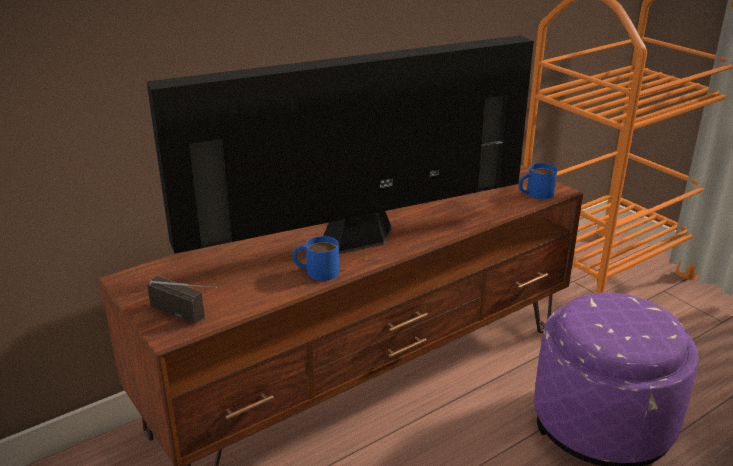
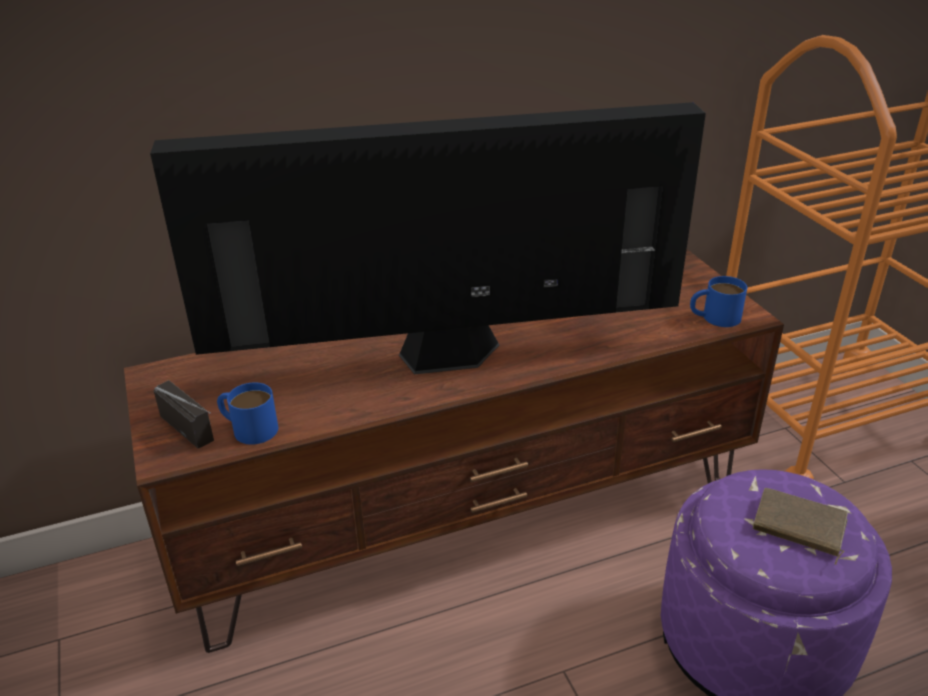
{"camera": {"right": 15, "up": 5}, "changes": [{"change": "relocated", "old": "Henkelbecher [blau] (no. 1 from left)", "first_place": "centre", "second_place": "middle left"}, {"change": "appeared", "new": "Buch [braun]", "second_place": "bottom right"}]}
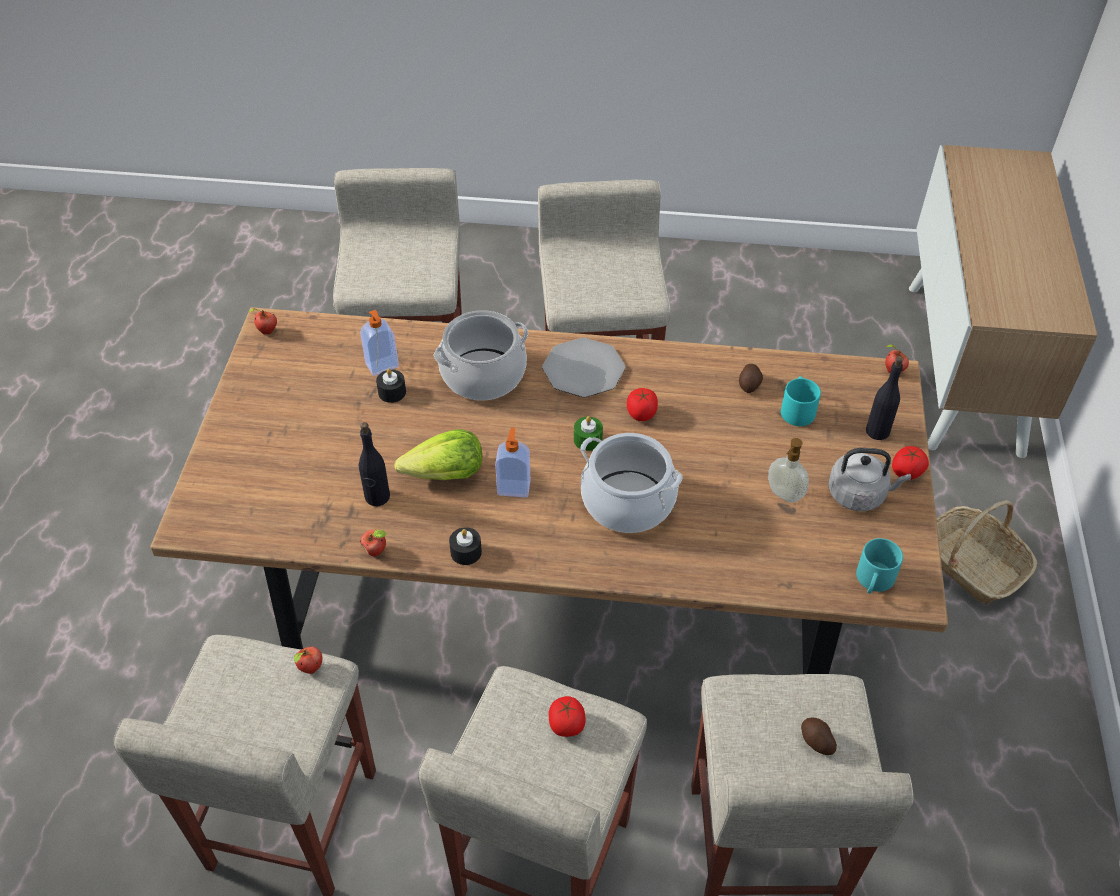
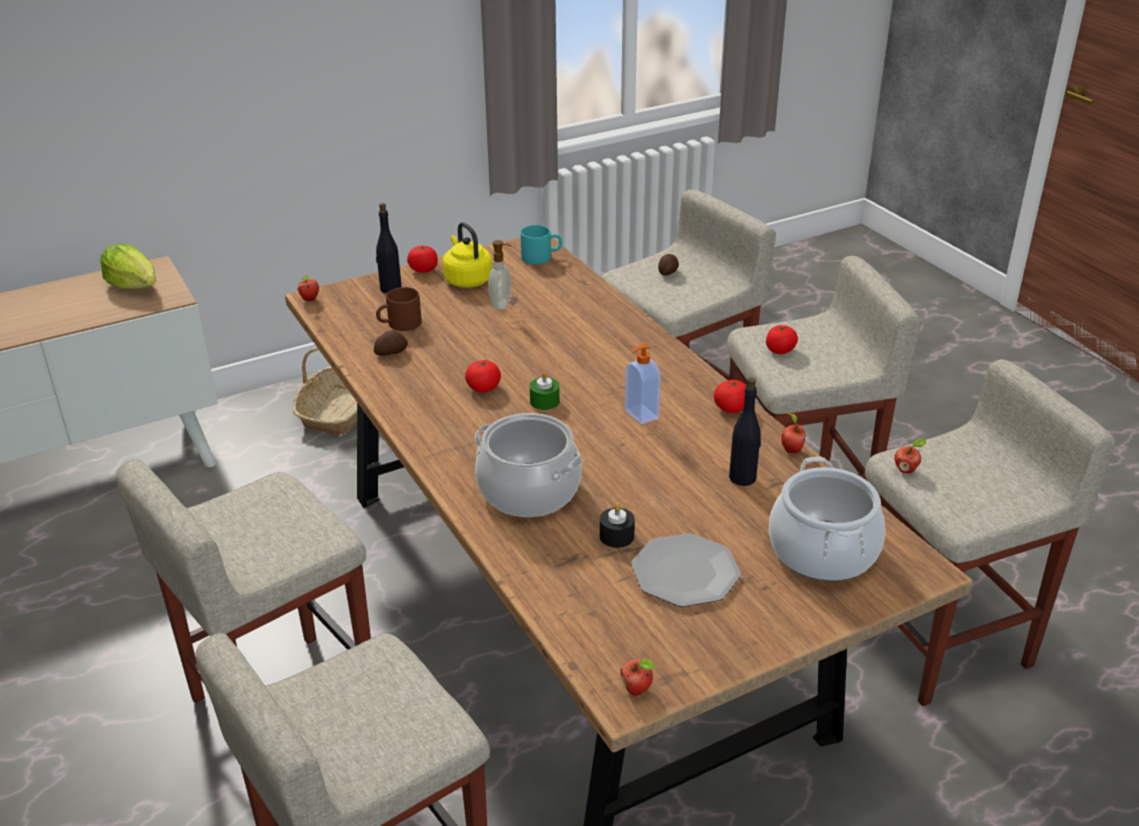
{"camera": {"right": -125, "up": -15}, "changes": [{"change": "relocated", "old": "Salatkopf", "first_place": "centre", "second_place": "top left"}, {"change": "colour", "old": "Henkelbecher [türkis] (no. 1 from left)", "new": "Henkelbecher [braun]", "first_place": "middle right", "second_place": "centre"}, {"change": "colour", "old": "Wasserkessel [grau]", "new": "Wasserkessel [gelb]", "first_place": "middle right", "second_place": "top centre"}, {"change": "relocated", "old": "Teller", "first_place": "centre", "second_place": "bottom centre"}, {"change": "exchanged", "old": "Kerze [schwarz] (no. 2 from left)", "new": "Tomate (no. 3 from left)", "first_place": "centre", "second_place": "centre"}, {"change": "relocated", "old": "Kochtopf (no. 2 from left)", "first_place": "centre", "second_place": "middle right"}, {"change": "missing", "old": "Seifenspender (no. 1 from left)", "first_place": "centre"}]}
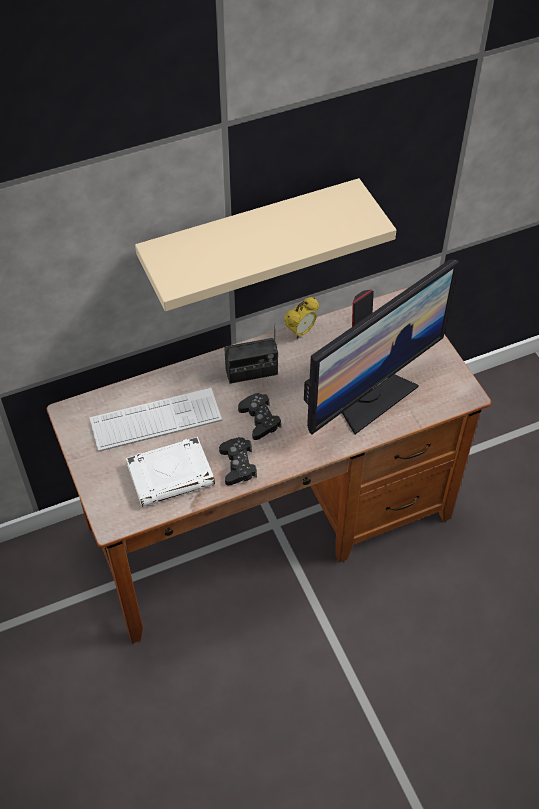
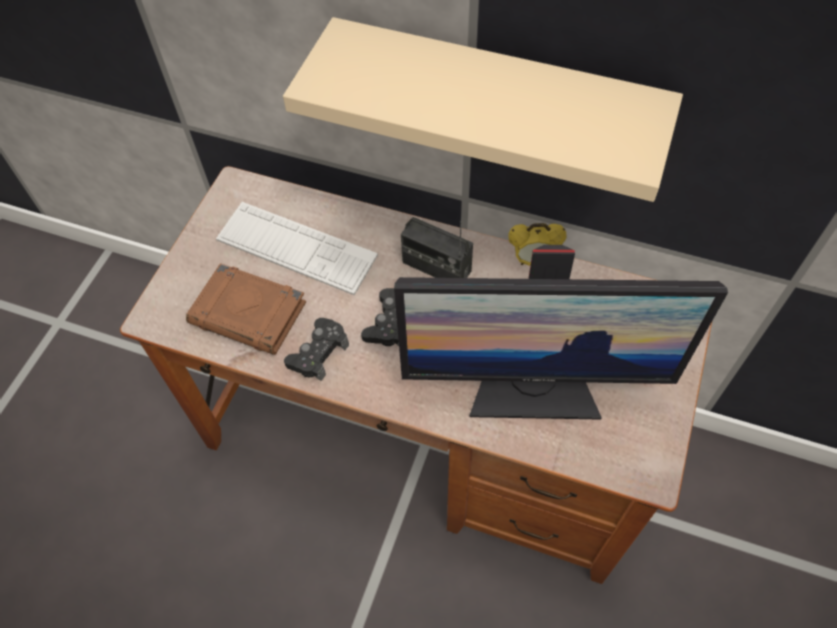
{"camera": {"right": 45, "up": 5}, "changes": [{"change": "colour", "old": "Buch [weiß]", "new": "Buch [braun]", "first_place": "middle left", "second_place": "middle left"}]}
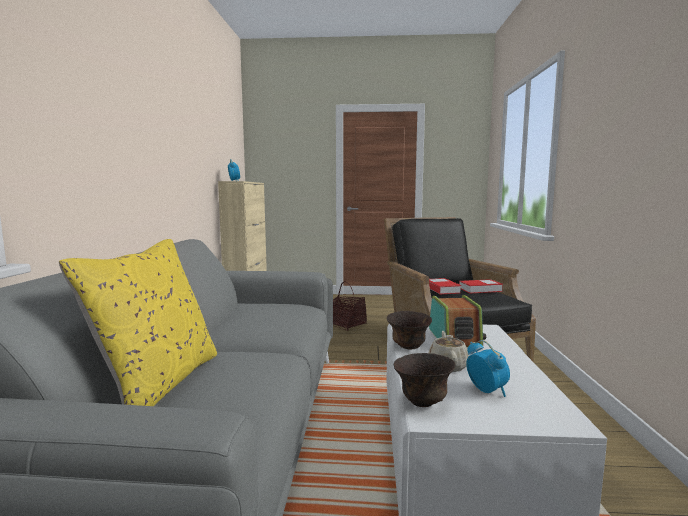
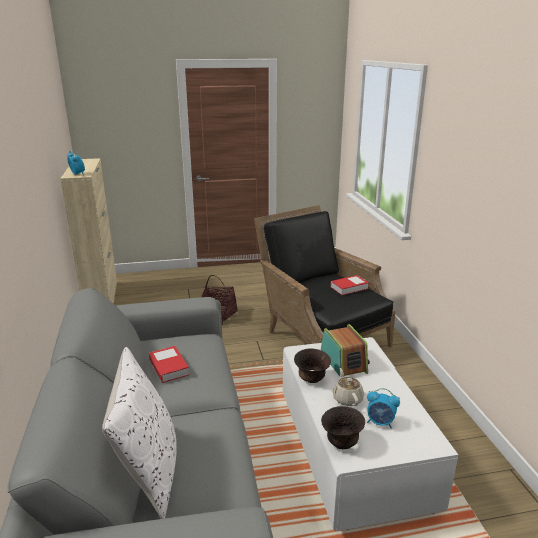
{"camera": {"right": -15, "up": 15}, "changes": [{"change": "colour", "old": "Kissen [gelb]", "new": "Kissen [weiß]", "first_place": "middle left", "second_place": "bottom left"}, {"change": "relocated", "old": "Buch (no. 1 from left)", "first_place": "centre", "second_place": "bottom left"}, {"change": "spun", "old": "Wecker (no. 2 from left)", "first_place": "bottom right", "second_place": "bottom right", "degrees": 150}]}
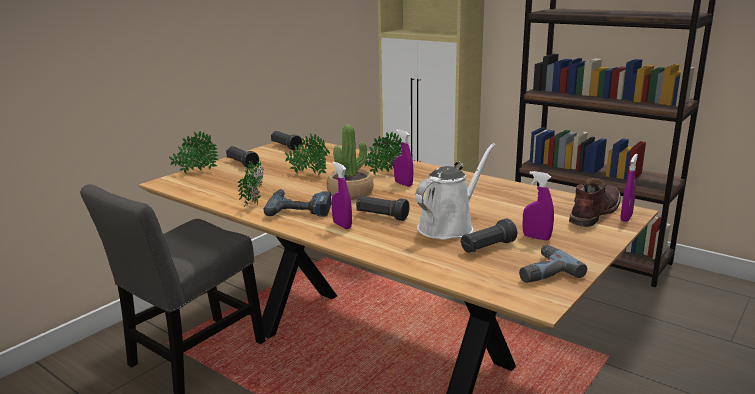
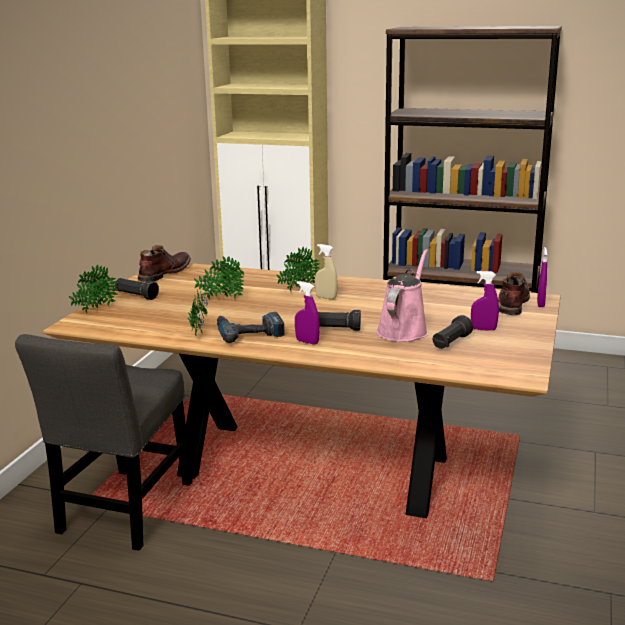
{"camera": {"right": -20, "up": 0}, "changes": [{"change": "exchanged", "old": "Taschenlampe [schwarz] (no. 2 from left)", "new": "Stiefel [braun] (no. 1 from left)", "first_place": "centre", "second_place": "middle left"}, {"change": "colour", "old": "Sprühflasche [lila] (no. 2 from left)", "new": "Sprühflasche [beige]", "first_place": "centre", "second_place": "centre"}, {"change": "colour", "old": "Gießkanne [weiß]", "new": "Gießkanne [rosa]", "first_place": "centre", "second_place": "centre"}, {"change": "missing", "old": "Topfpflanze (no. 4 from left)", "first_place": "centre"}, {"change": "missing", "old": "Bohrmaschine (no. 2 from left)", "first_place": "bottom right"}]}
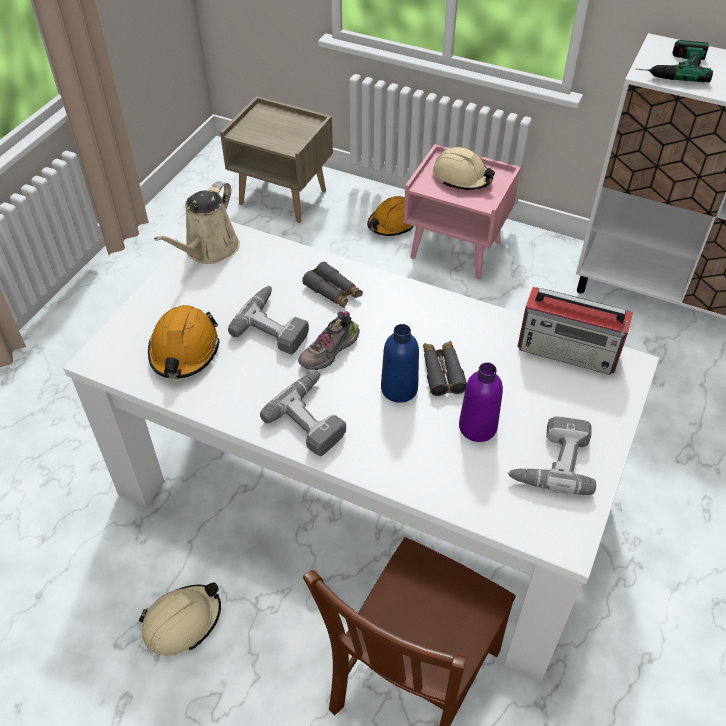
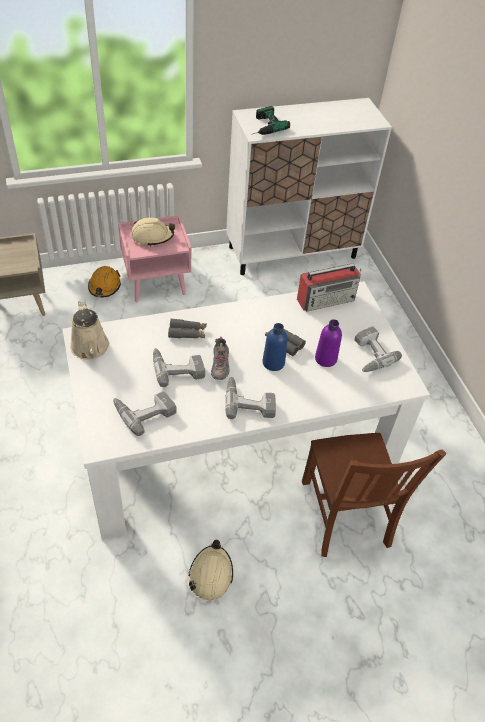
{"camera": {"right": -45, "up": 0}, "changes": [{"change": "exchanged", "old": "Schutzhelm [orange] (no. 1 from left)", "new": "Bohrmaschine (no. 1 from left)", "first_place": "middle left", "second_place": "middle left"}]}
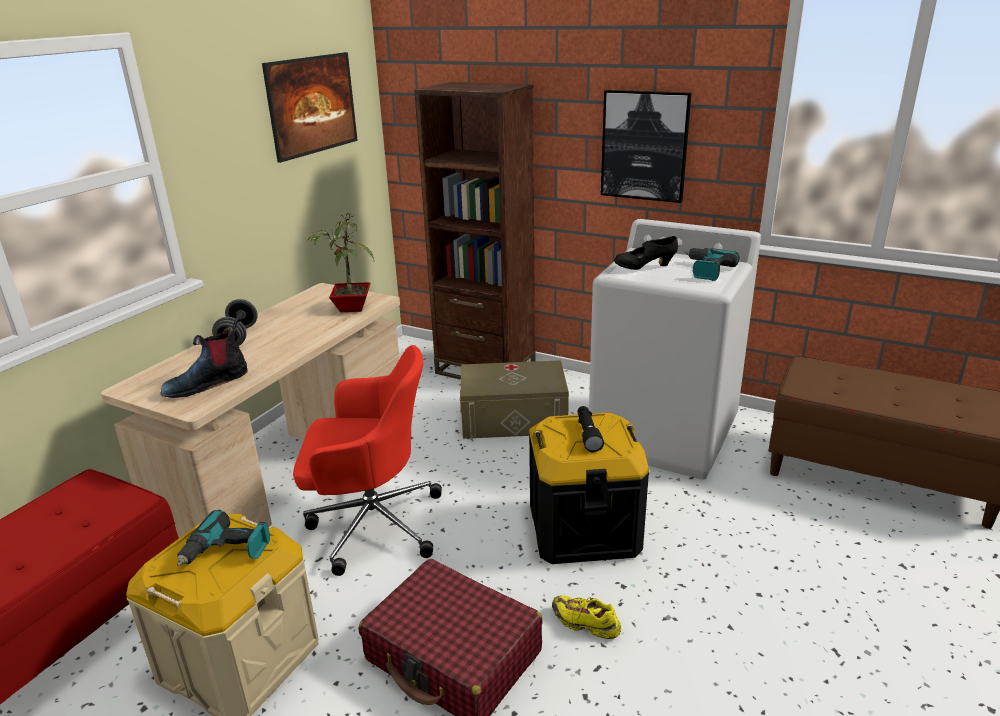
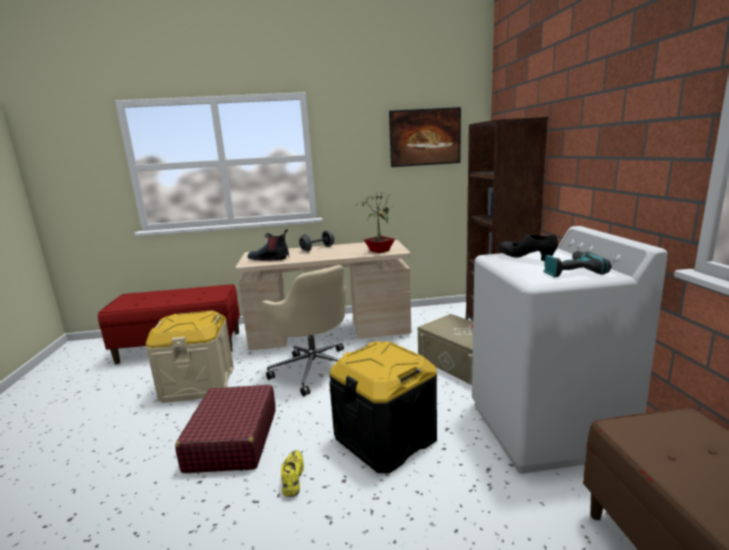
{"camera": {"right": 55, "up": -10}, "changes": [{"change": "colour", "old": "Bürostuhl [rot]", "new": "Bürostuhl [beige]", "first_place": "centre", "second_place": "centre"}, {"change": "missing", "old": "Bohrmaschine (no. 1 from left)", "first_place": "bottom left"}, {"change": "missing", "old": "Taschenlampe [schwarz]", "first_place": "centre"}, {"change": "missing", "old": "Bild (no. 2 from left)", "first_place": "top centre"}]}
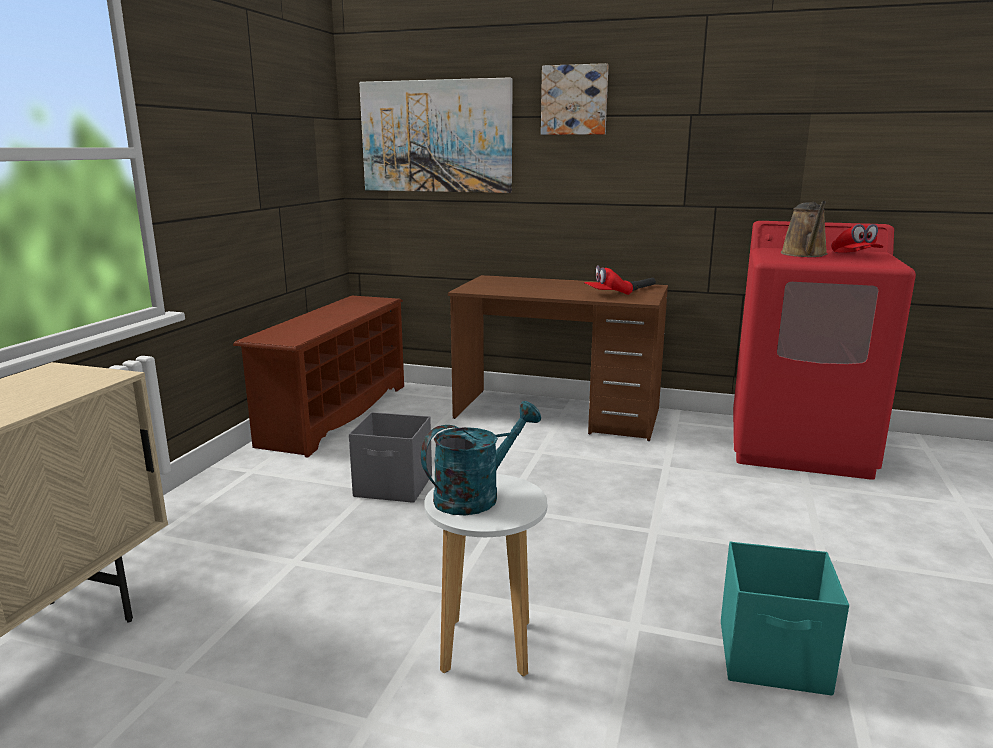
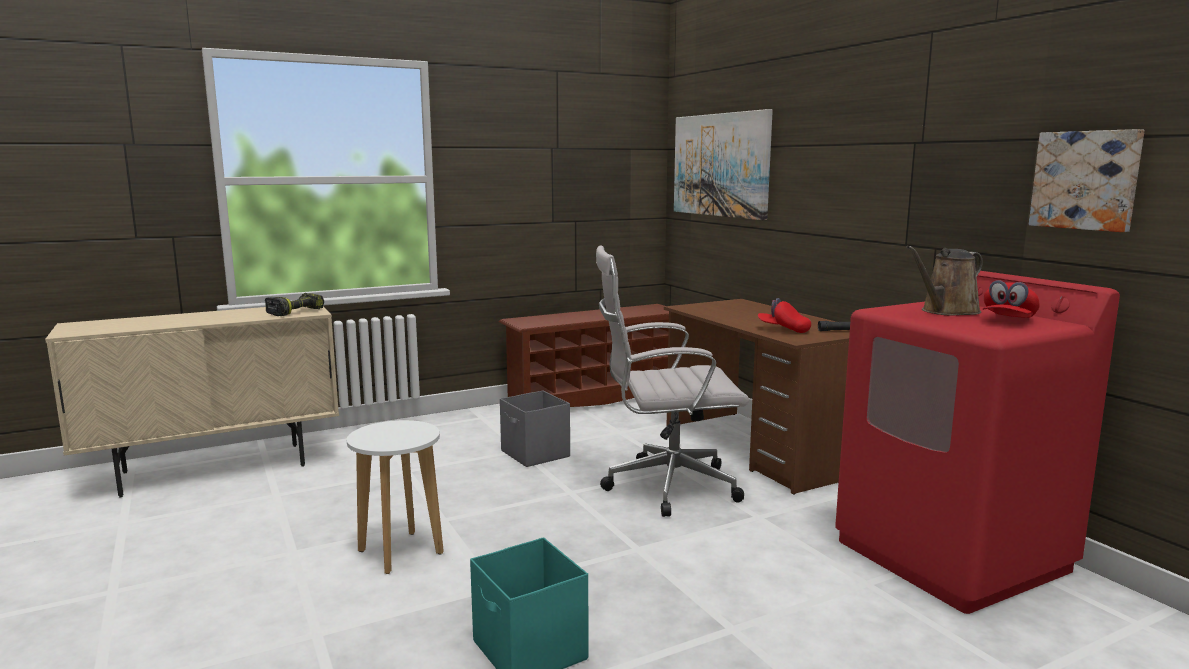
{"camera": {"right": 45, "up": -5}, "changes": [{"change": "appeared", "new": "Bohrmaschine", "second_place": "middle left"}, {"change": "appeared", "new": "Bürostuhl [weiß]", "second_place": "centre"}, {"change": "relocated", "old": "Bild (no. 2 from left)", "first_place": "top centre", "second_place": "top right"}, {"change": "missing", "old": "Gießkanne [türkis]", "first_place": "centre"}]}
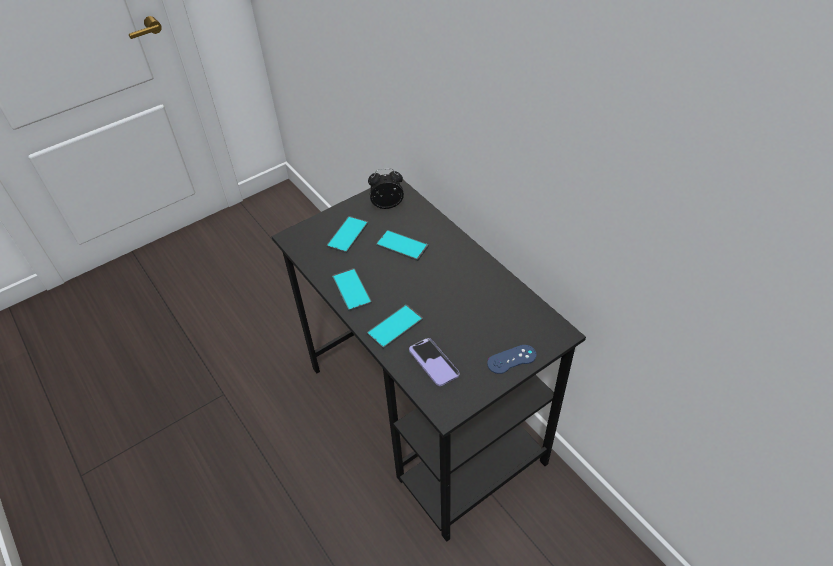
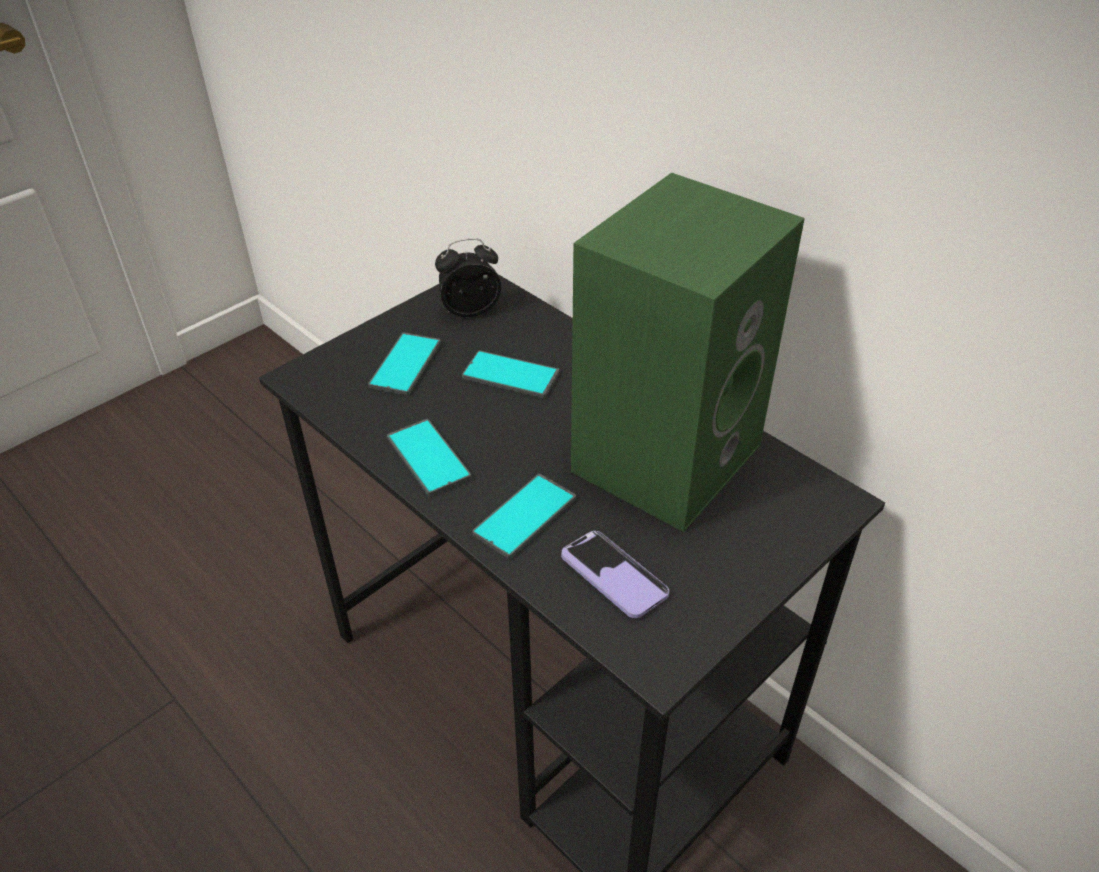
{"camera": {"right": -10, "up": -5}, "changes": [{"change": "appeared", "new": "Lautsprecher [grün]", "second_place": "centre"}, {"change": "missing", "old": "Gamepad [blau]", "first_place": "centre"}]}
